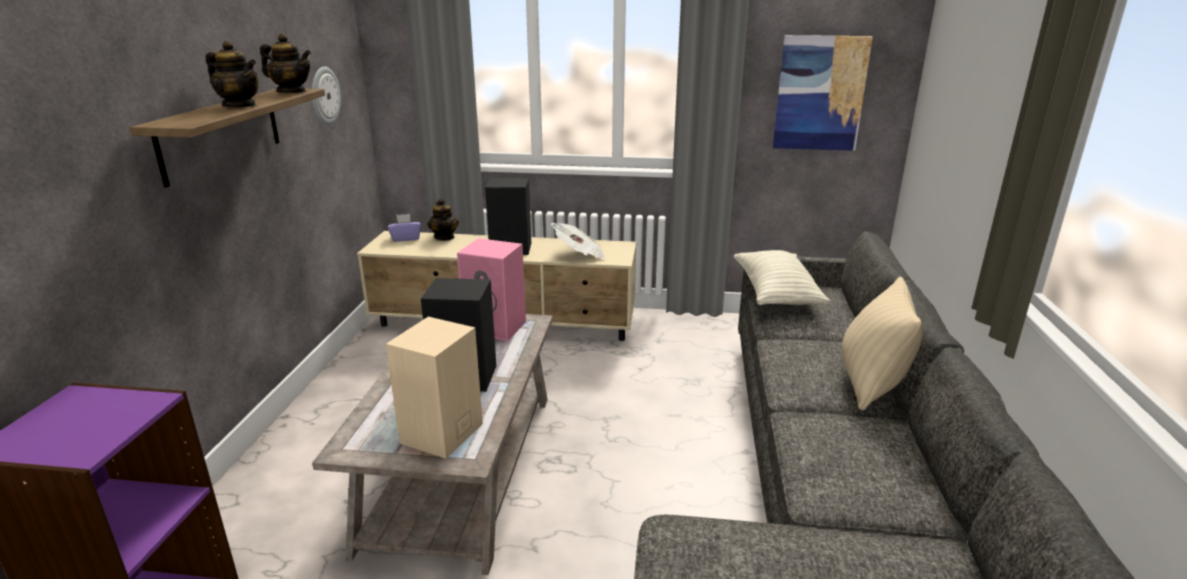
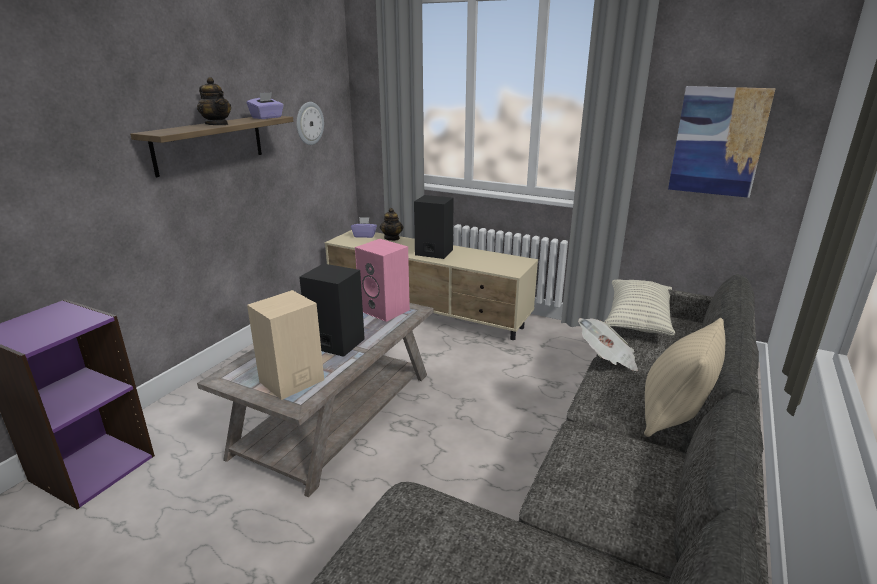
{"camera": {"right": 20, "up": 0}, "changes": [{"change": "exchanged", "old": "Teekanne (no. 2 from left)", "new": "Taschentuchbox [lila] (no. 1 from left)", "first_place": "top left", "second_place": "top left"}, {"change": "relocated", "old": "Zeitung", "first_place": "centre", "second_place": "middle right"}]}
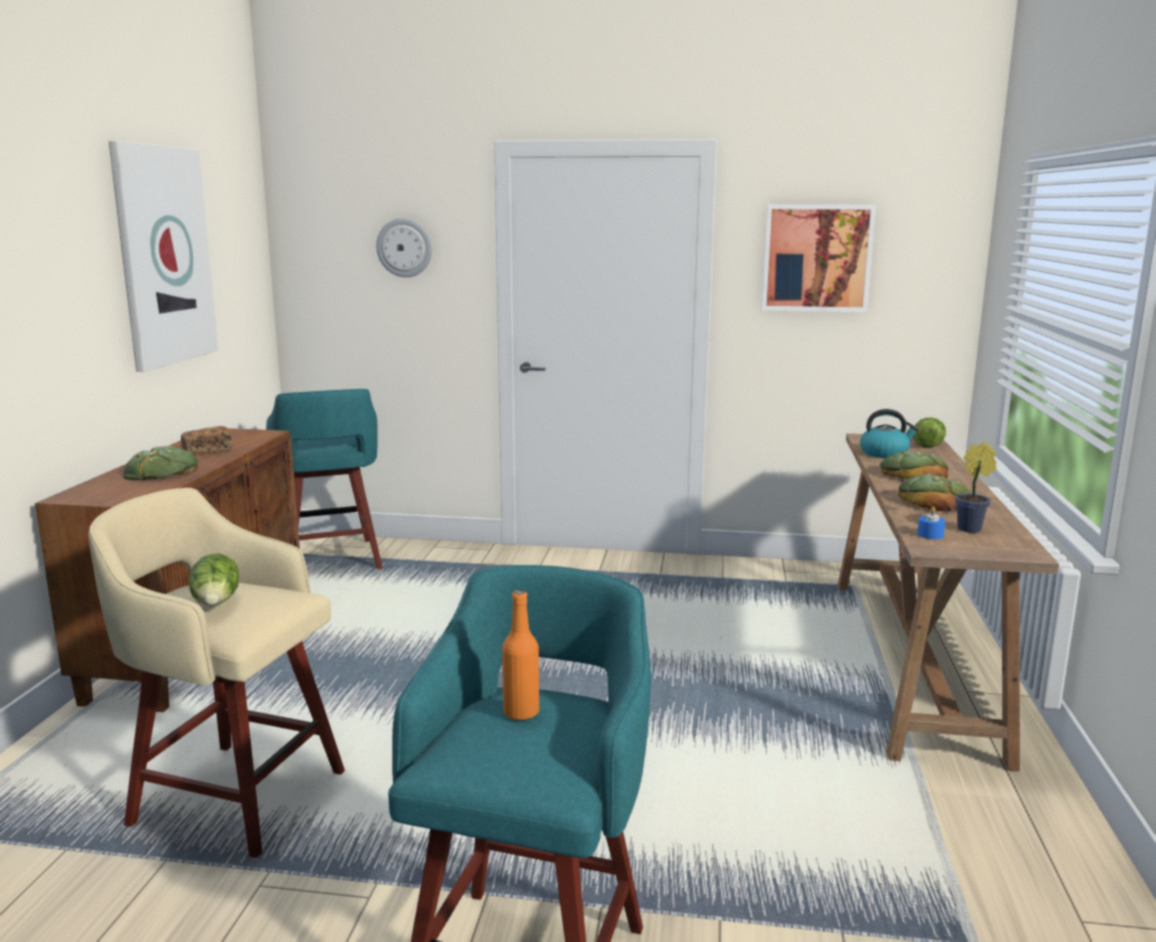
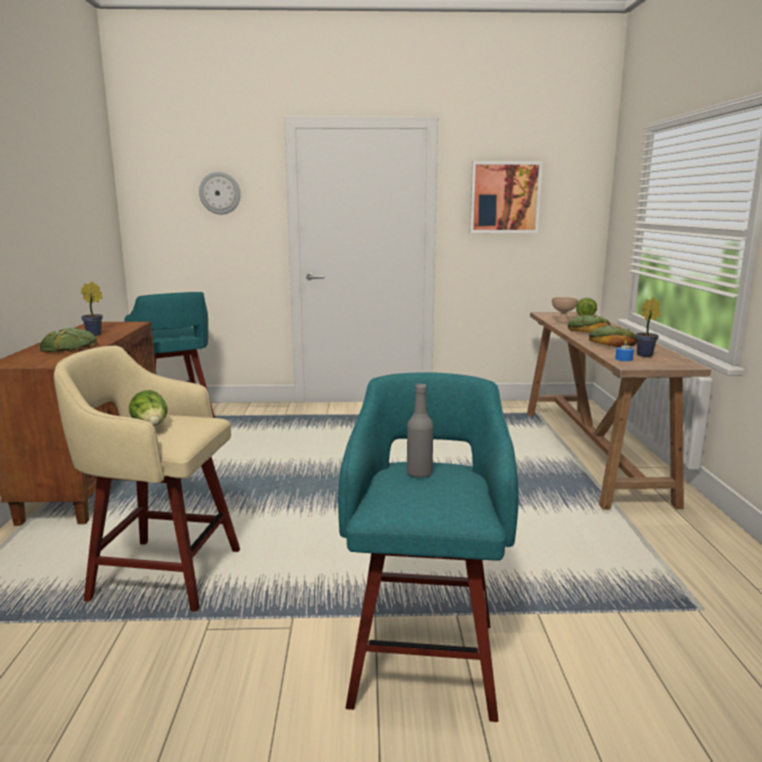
{"camera": {"right": -10, "up": 0}, "changes": [{"change": "exchanged", "old": "Brot (no. 2 from left)", "new": "Topfpflanze (no. 1 from left)", "first_place": "middle left", "second_place": "middle left"}, {"change": "colour", "old": "Flasche [orange]", "new": "Flasche [grau]", "first_place": "bottom centre", "second_place": "centre"}, {"change": "exchanged", "old": "Wasserkessel", "new": "Schüssel [beige]", "first_place": "middle right", "second_place": "middle right"}, {"change": "missing", "old": "Bild (no. 1 from left)", "first_place": "top left"}]}
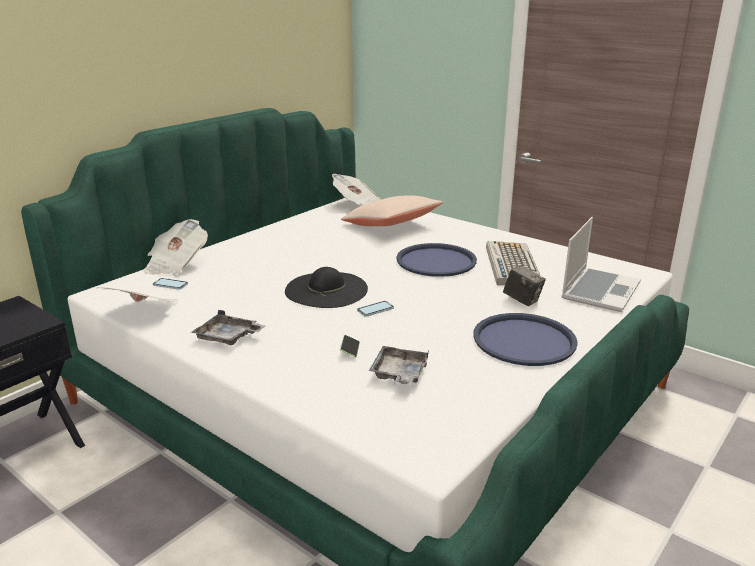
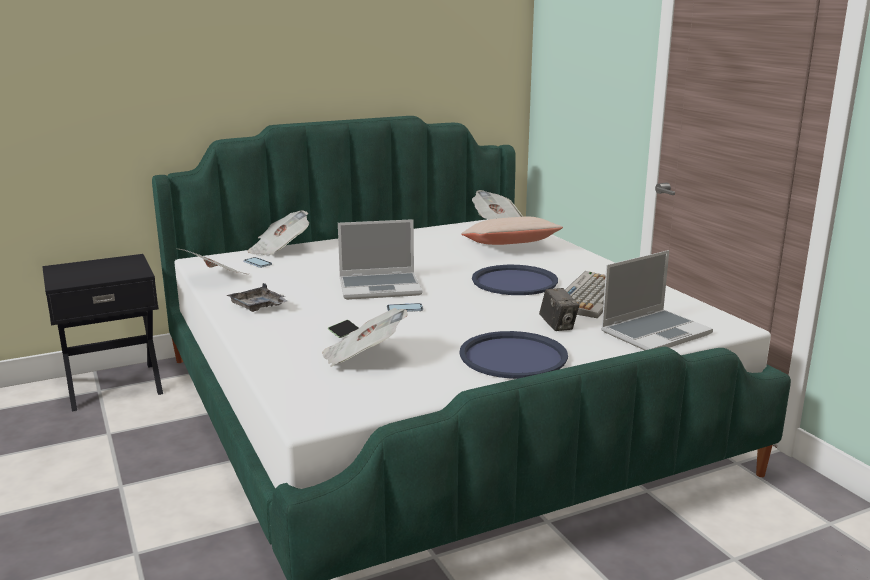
{"camera": {"right": 25, "up": -5}, "changes": [{"change": "exchanged", "old": "Tablett [grau] (no. 2 from left)", "new": "Zeitung (no. 3 from left)", "first_place": "centre", "second_place": "centre"}, {"change": "exchanged", "old": "Hut [schwarz]", "new": "Laptop (no. 1 from left)", "first_place": "centre", "second_place": "centre"}]}
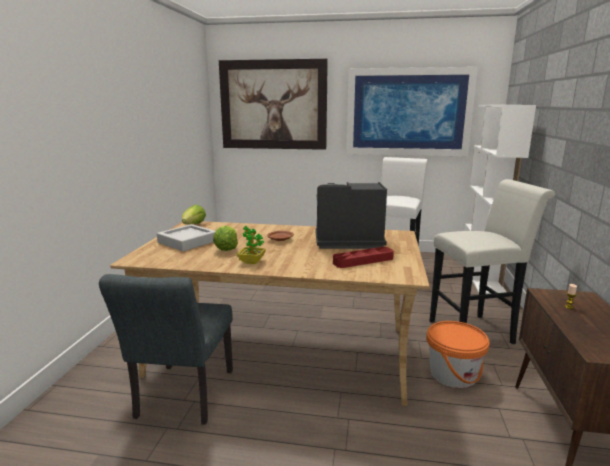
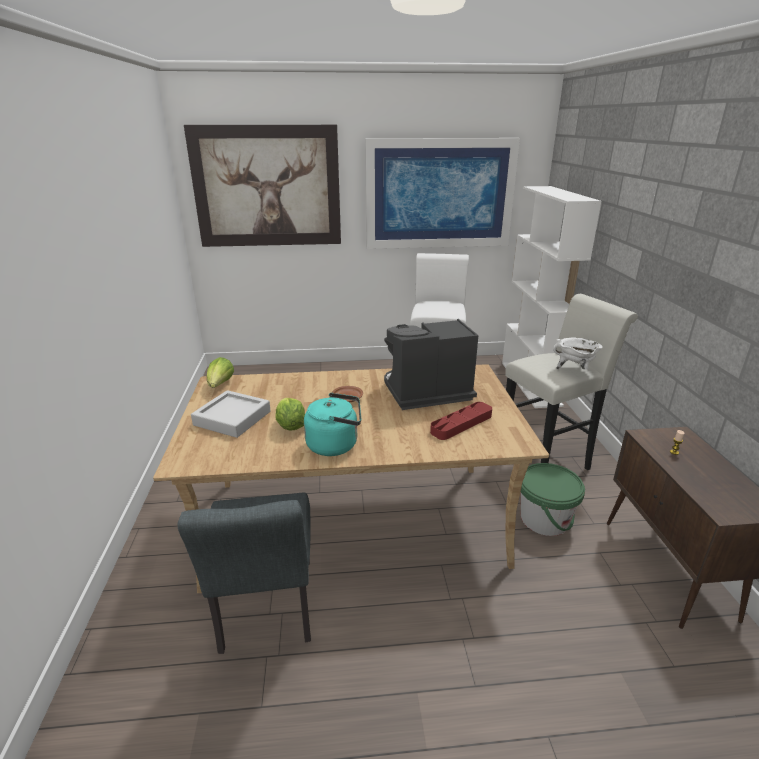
{"camera": {"right": -15, "up": 10}, "changes": [{"change": "exchanged", "old": "Topfpflanze", "new": "Wasserkessel [türkis]", "first_place": "centre", "second_place": "centre"}, {"change": "colour", "old": "Eimer [orange]", "new": "Eimer [grün]", "first_place": "bottom right", "second_place": "middle right"}, {"change": "appeared", "new": "Kochtopf [weiß]", "second_place": "middle right"}]}
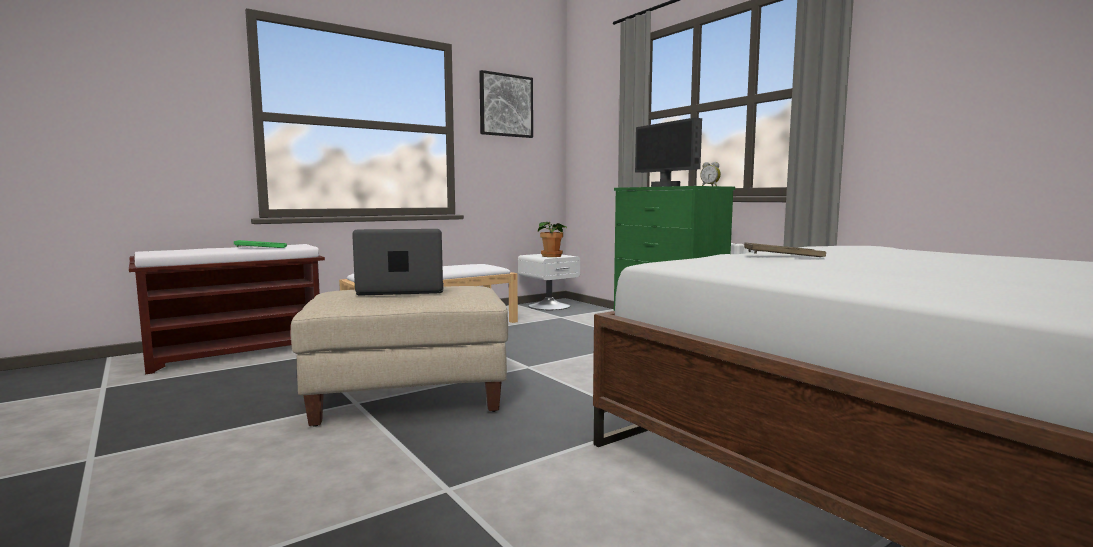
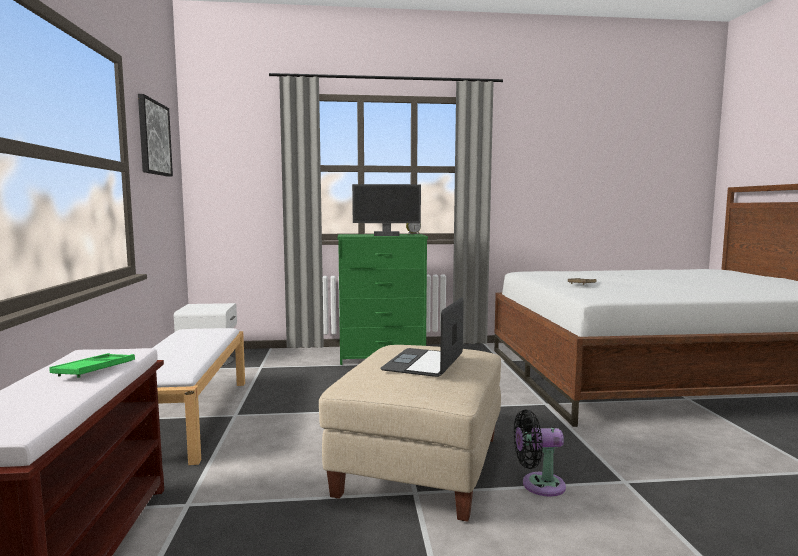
{"camera": {"right": -60, "up": 0}, "changes": [{"change": "appeared", "new": "Ventilator [schwarz]", "second_place": "bottom right"}, {"change": "missing", "old": "Topfpflanze", "first_place": "centre"}]}
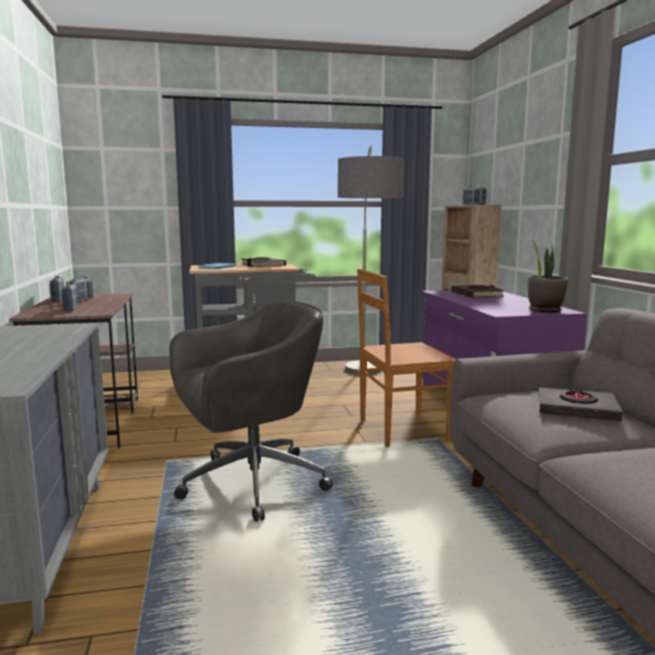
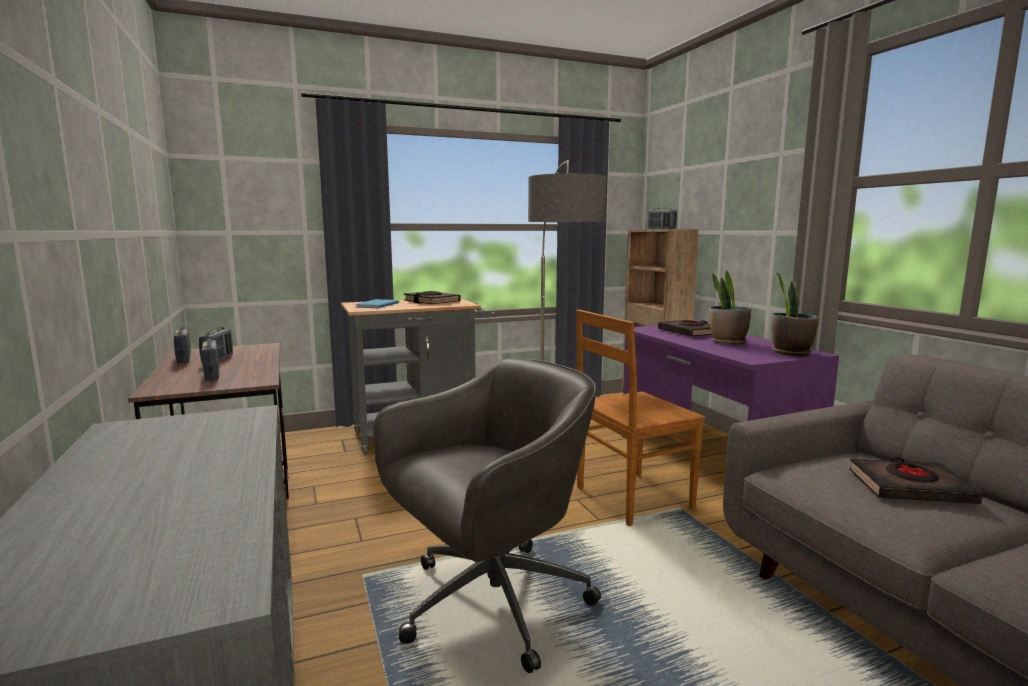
{"camera": {"right": -10, "up": 0}, "changes": [{"change": "appeared", "new": "Topfpflanze (no. 1 from left)", "second_place": "middle right"}]}
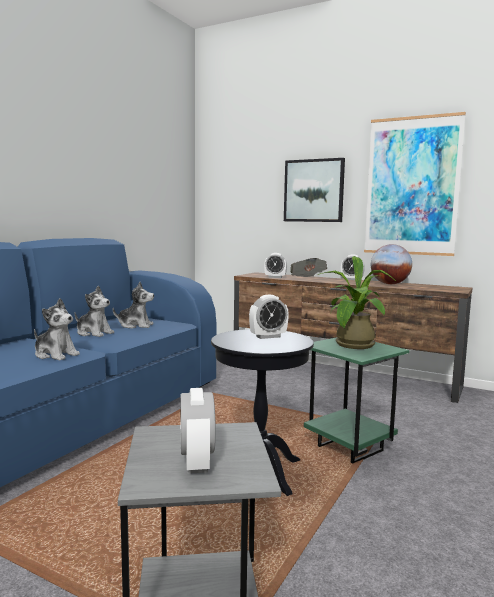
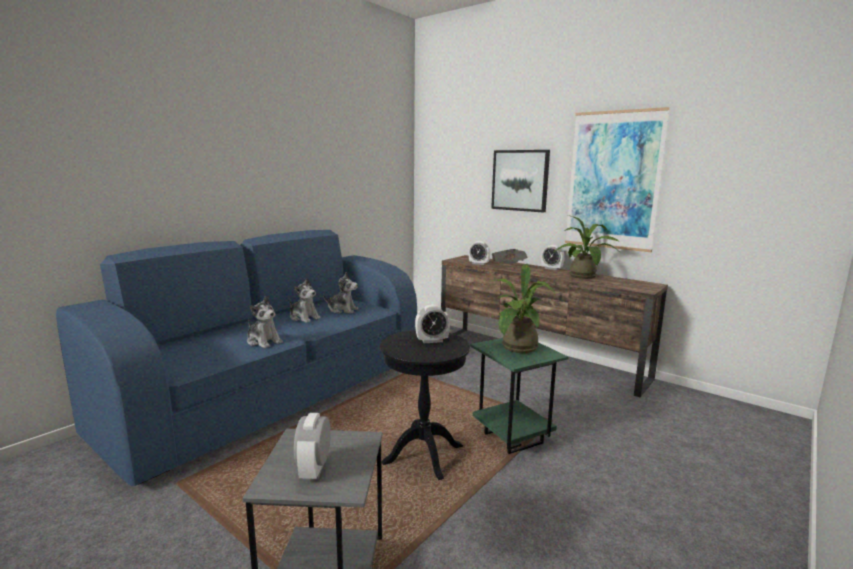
{"camera": {"right": 10, "up": 5}, "changes": [{"change": "exchanged", "old": "Globus", "new": "Topfpflanze (no. 2 from left)", "first_place": "middle right", "second_place": "middle right"}]}
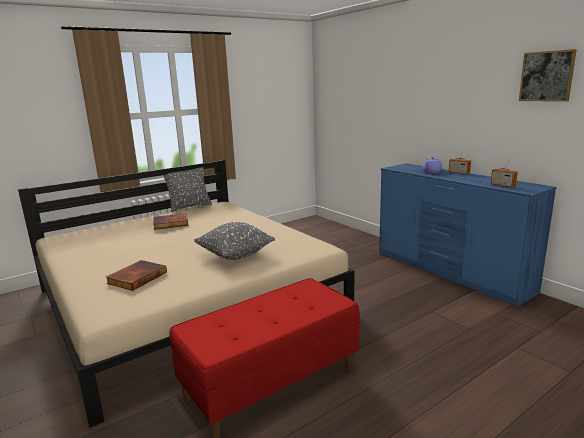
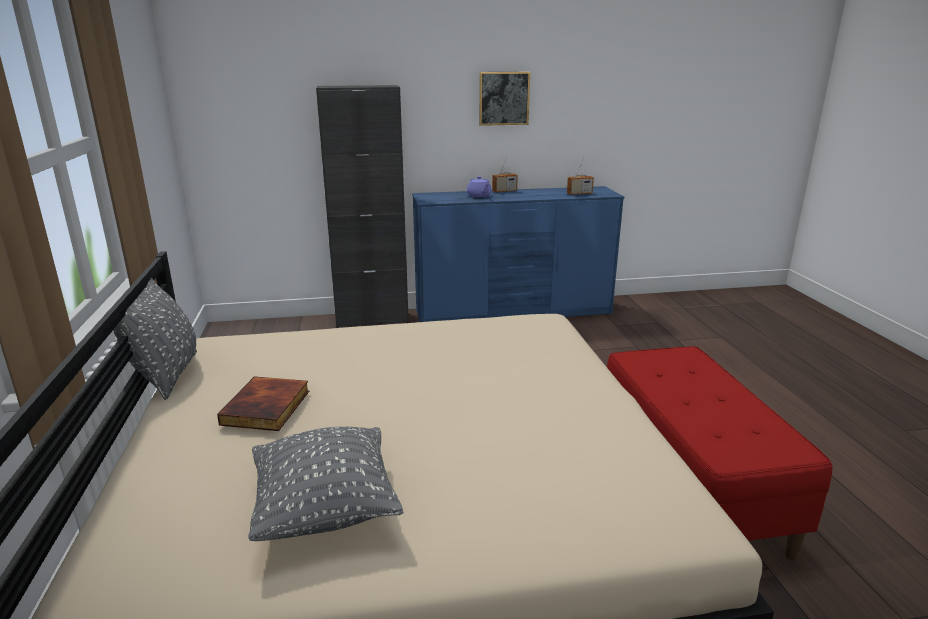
{"camera": {"right": -65, "up": 5}, "changes": [{"change": "relocated", "old": "Kissen [grau] (no. 2 from left)", "first_place": "centre", "second_place": "bottom centre"}, {"change": "appeared", "new": "Schrank [schwarz]", "second_place": "top centre"}, {"change": "relocated", "old": "Bild", "first_place": "top right", "second_place": "top centre"}, {"change": "missing", "old": "Buch (no. 1 from left)", "first_place": "middle left"}]}
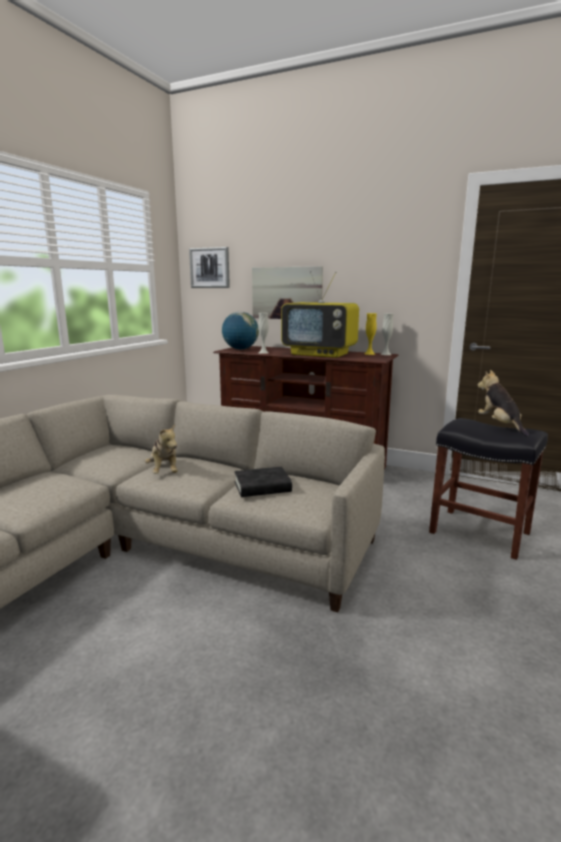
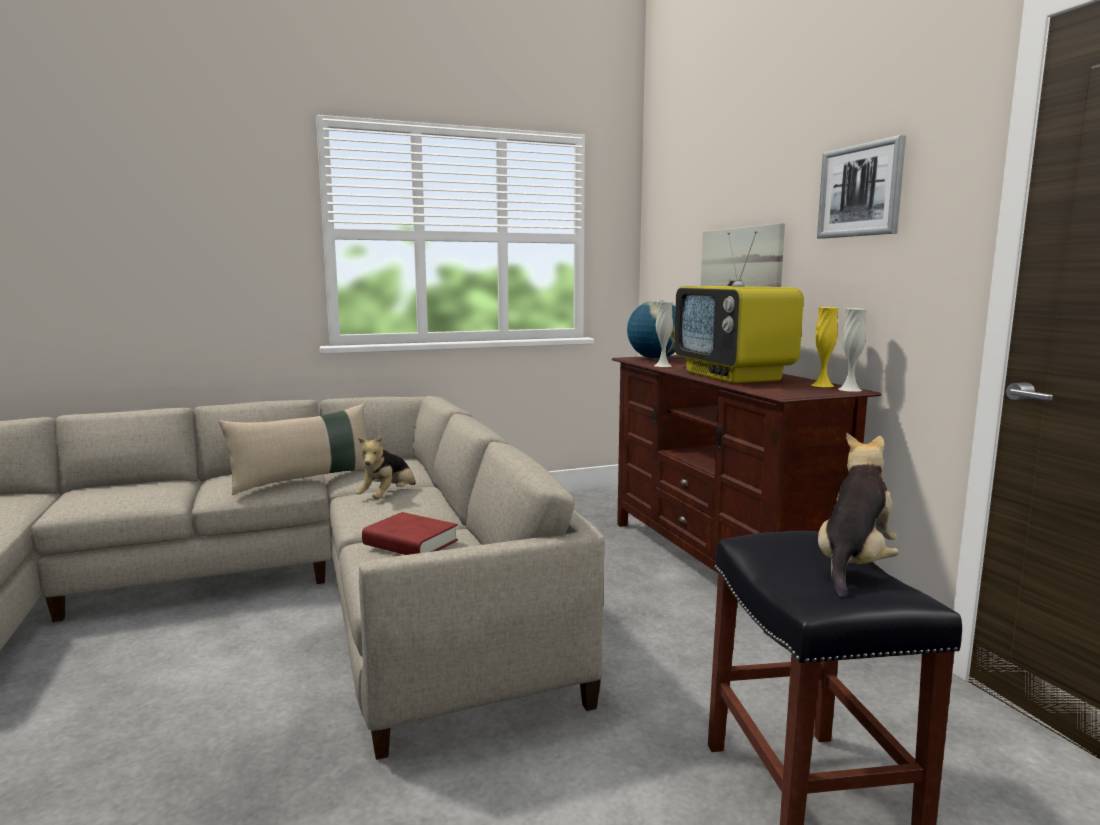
{"camera": {"right": 45, "up": -5}, "changes": [{"change": "appeared", "new": "Kissen [beige]", "second_place": "middle left"}, {"change": "colour", "old": "Buch [schwarz]", "new": "Buch [rot]", "first_place": "centre", "second_place": "centre"}, {"change": "relocated", "old": "Bild (no. 1 from left in the first image)", "new": "Bild (no. 2 from left)", "first_place": "top centre", "second_place": "top right"}]}
